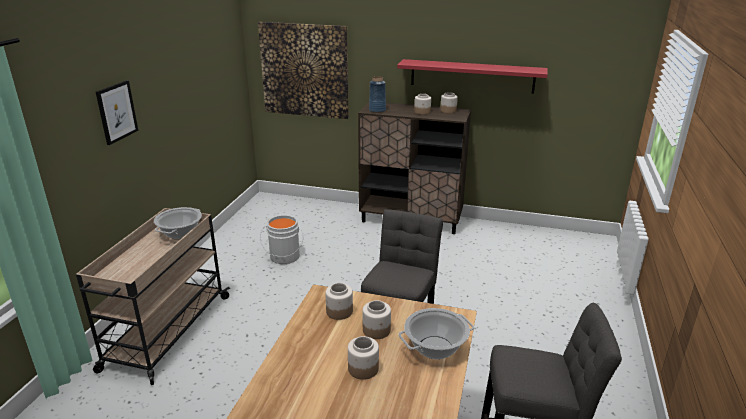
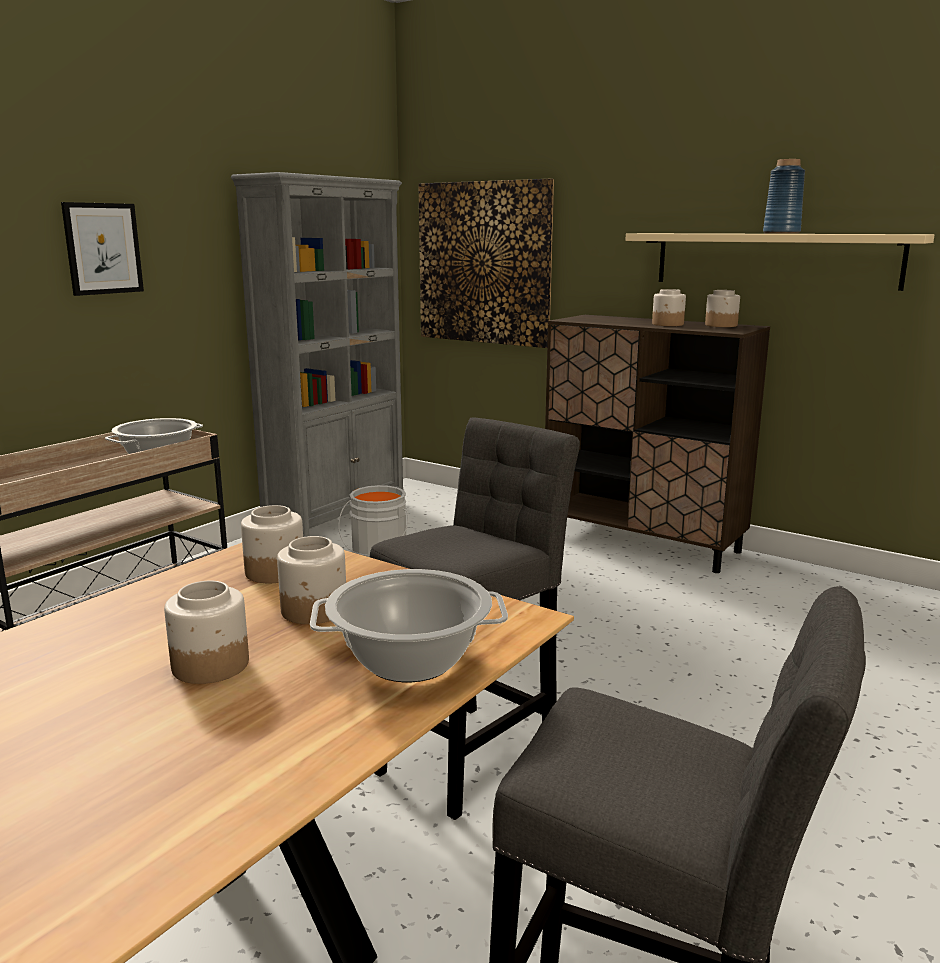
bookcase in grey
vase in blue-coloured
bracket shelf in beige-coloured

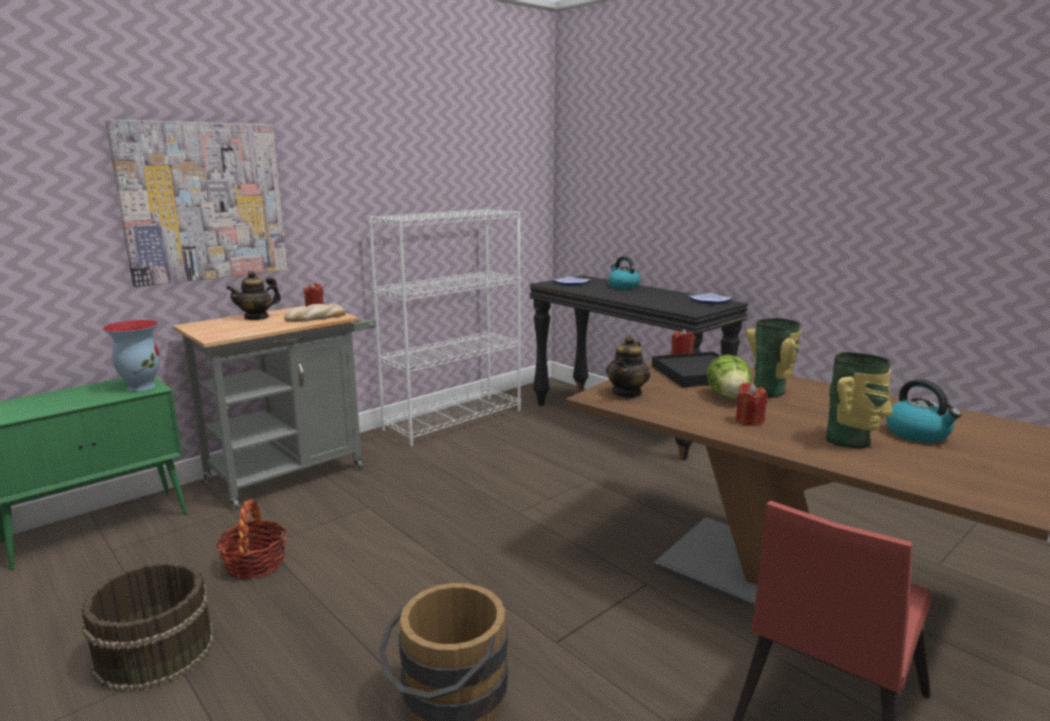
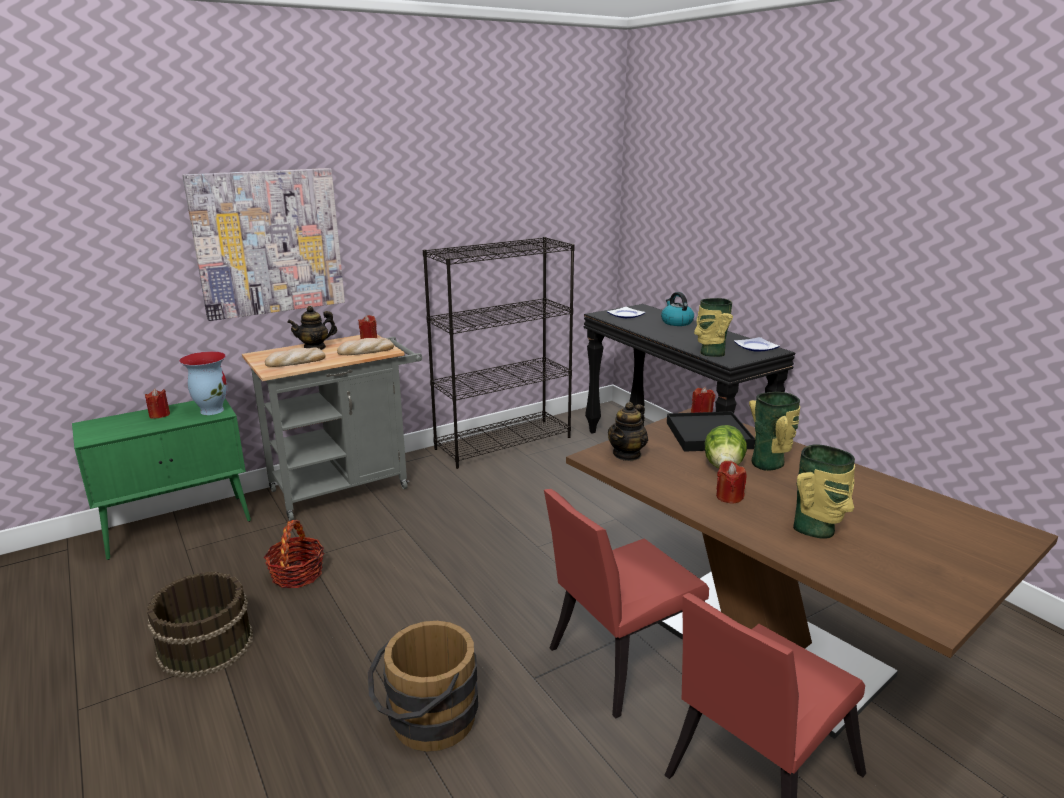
kettle (no. 2 from left in the first image)
wax candle in red (no. 1 from left)
baked bread (no. 1 from left)
chair in red (no. 1 from left)
vase (no. 2 from left)
bookcase in black

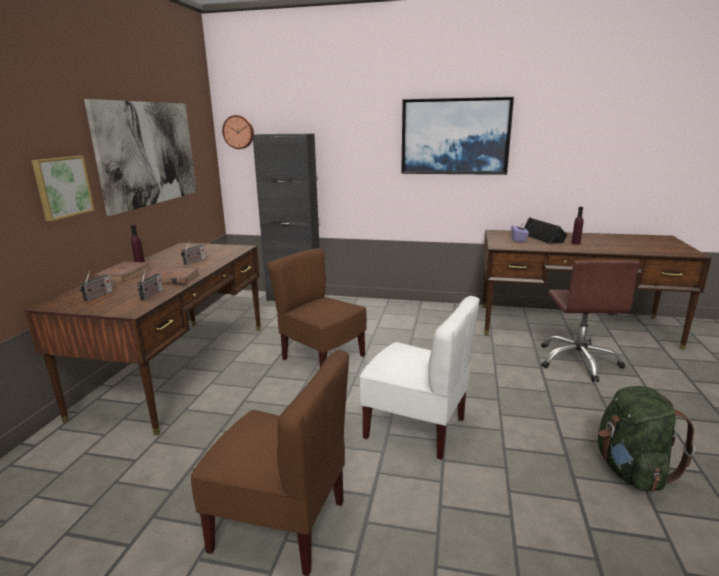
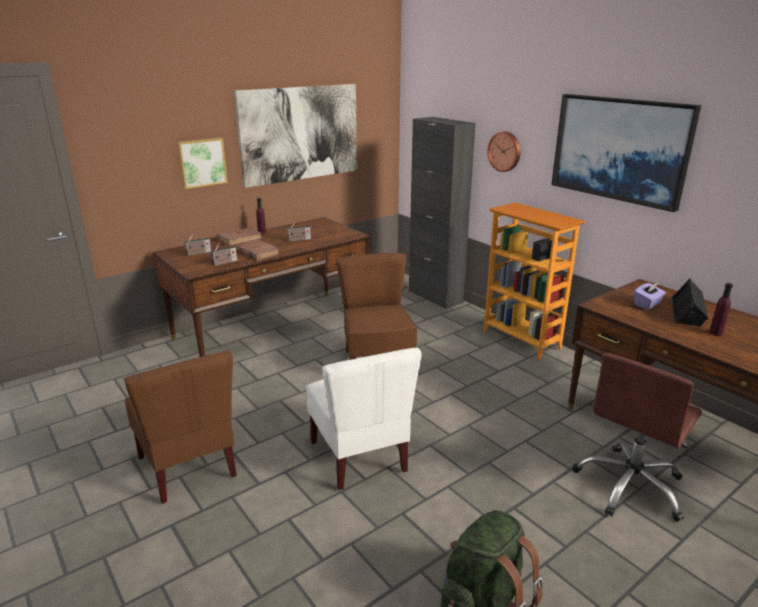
bookcase
wall clock

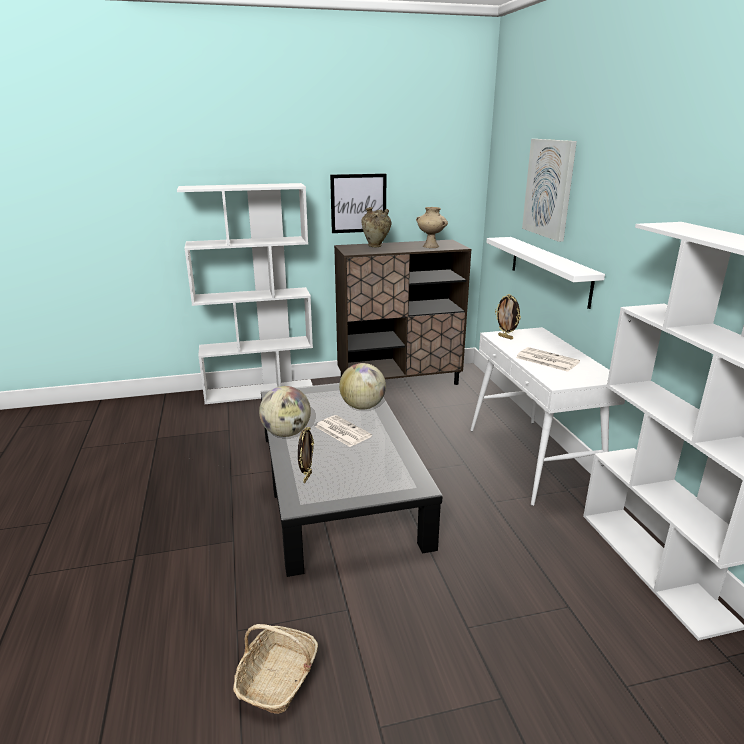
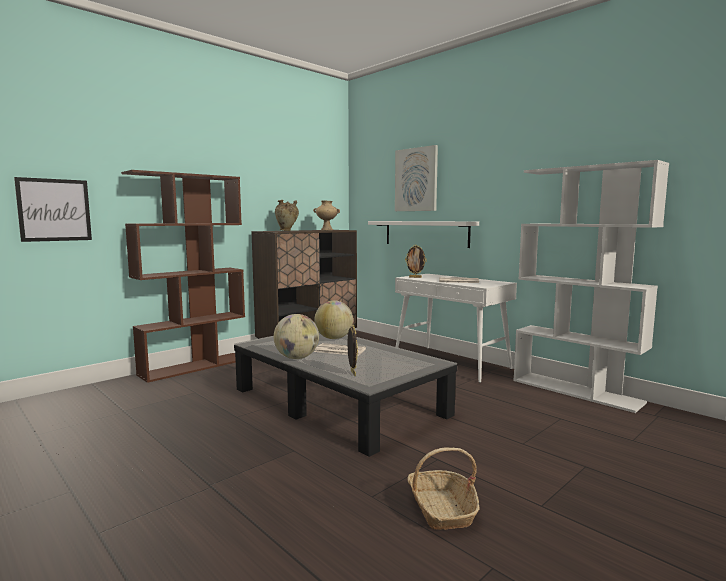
picture (no. 1 from left)
bookcase in brown

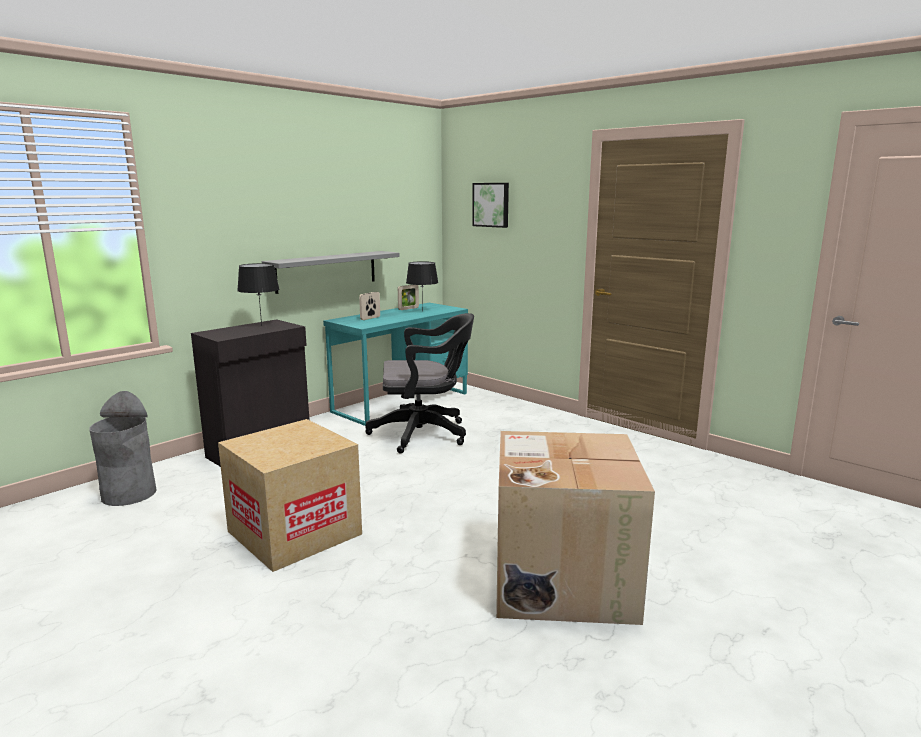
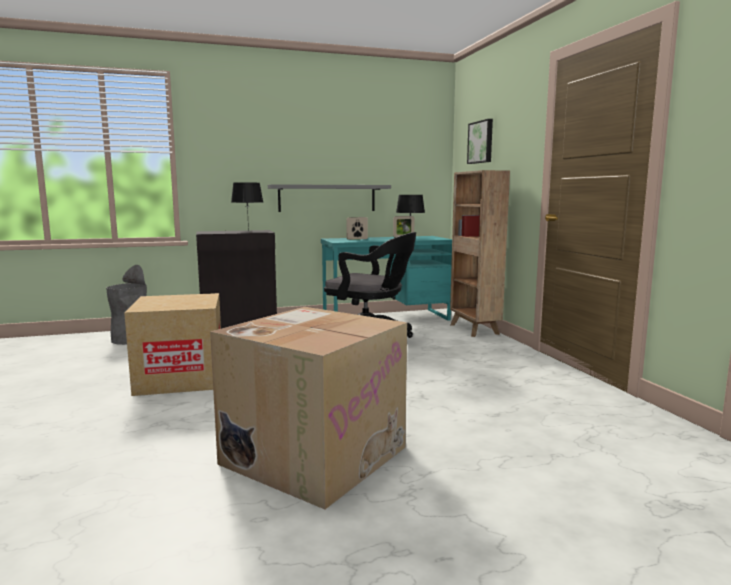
bookcase in brown

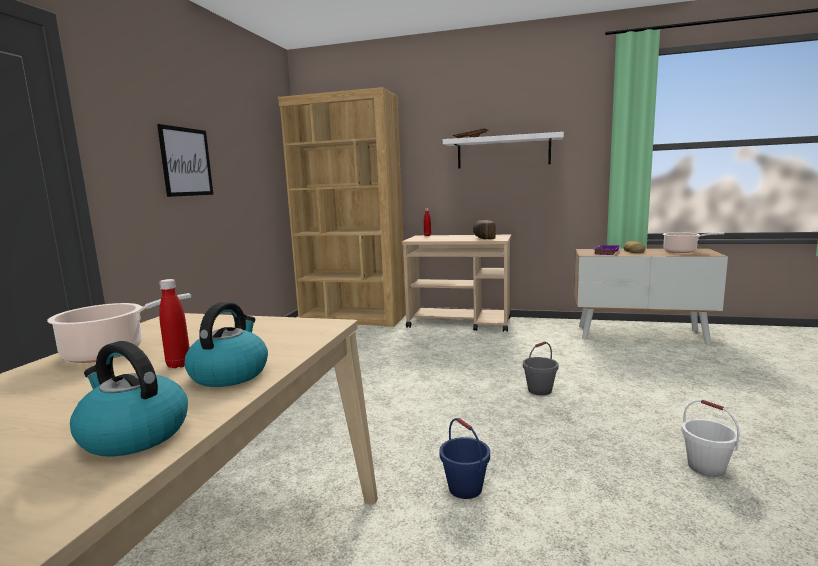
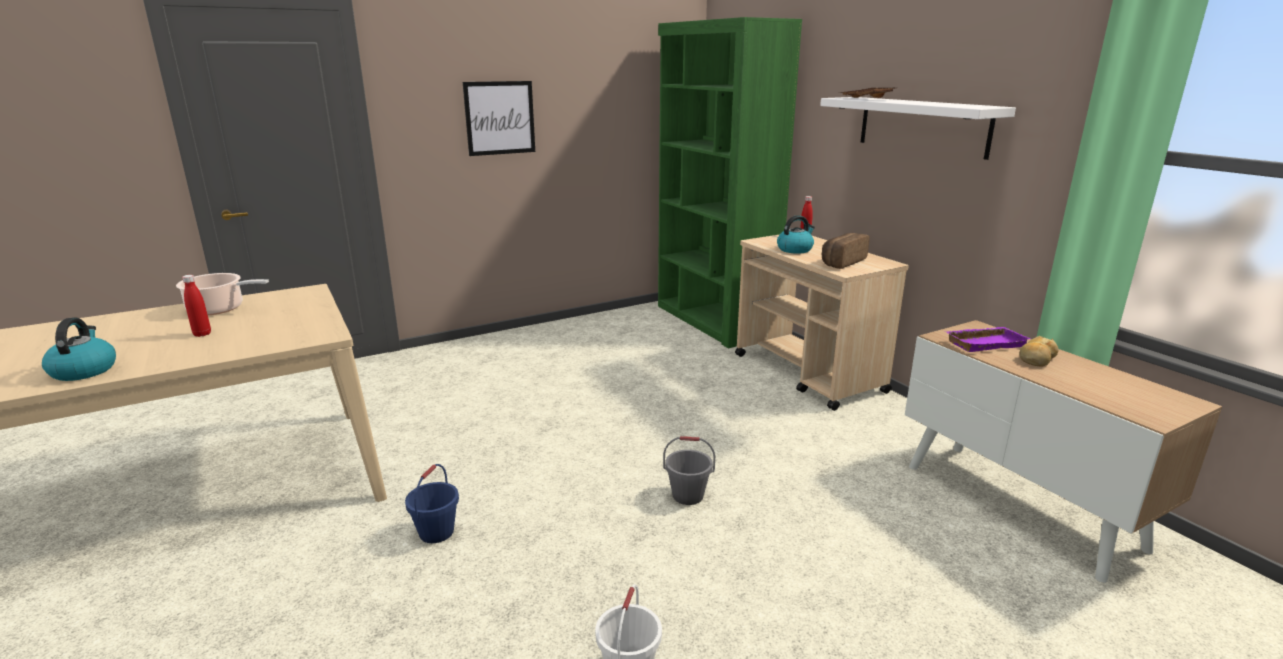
stockpot (no. 2 from left in the first image)
kettle (no. 2 from left)
bookcase in green

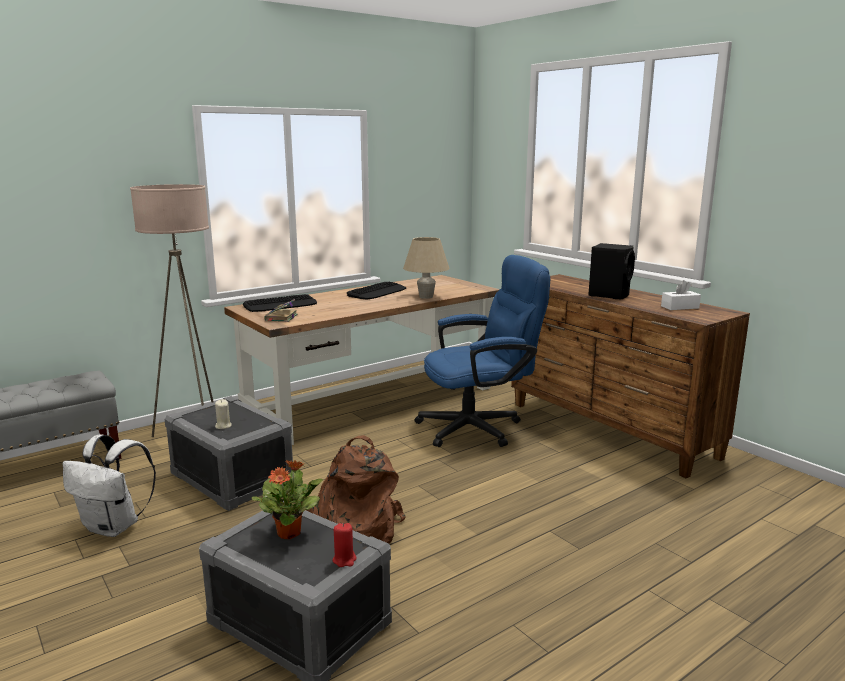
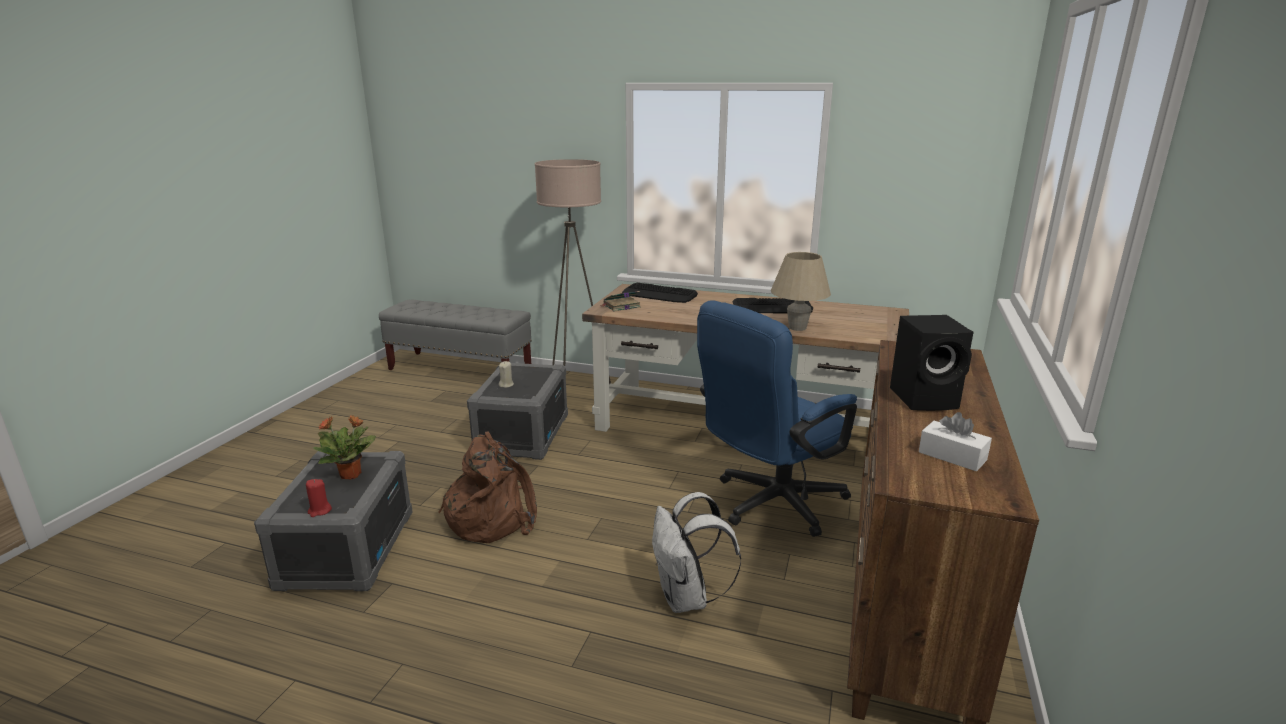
backpack in whitish
office chair in blue-coloured

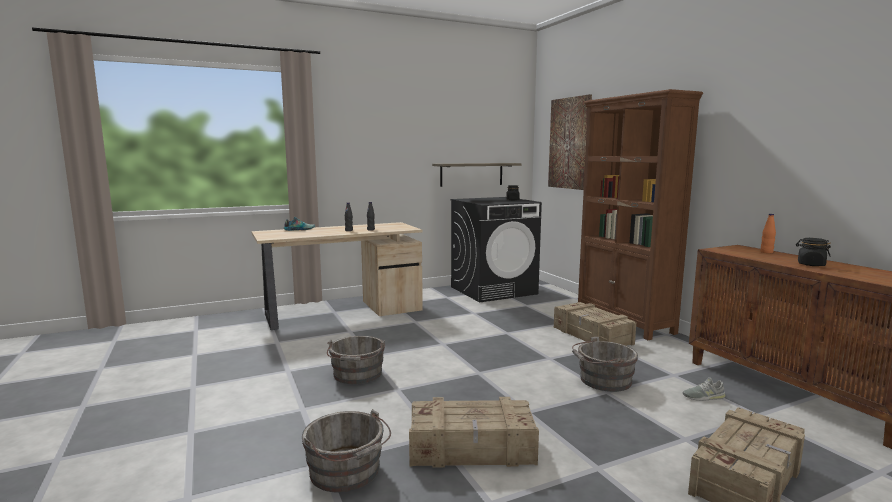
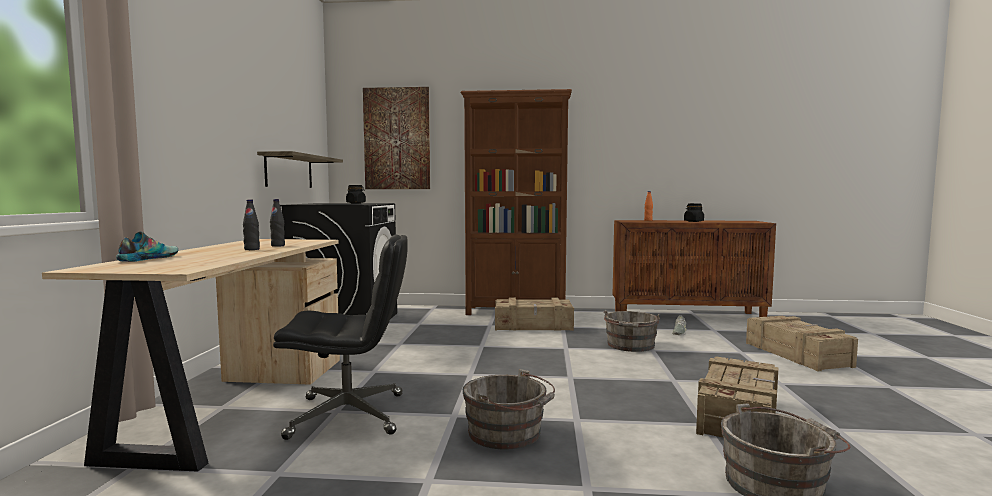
office chair in black

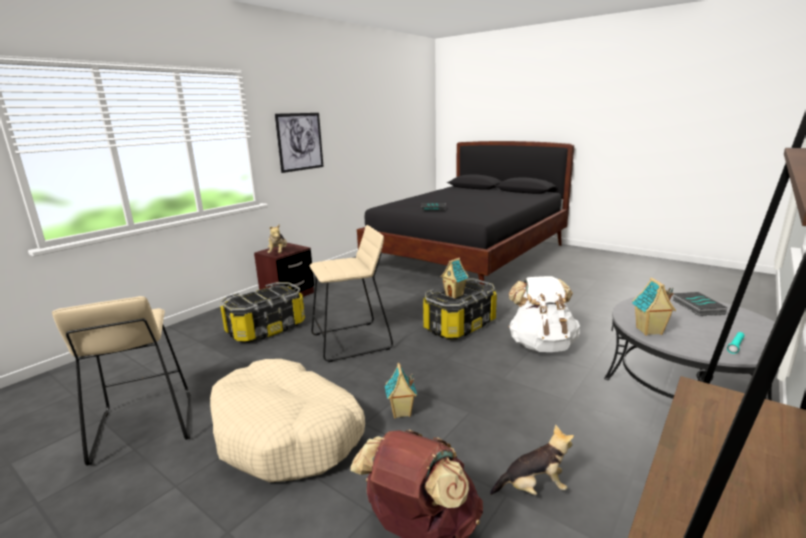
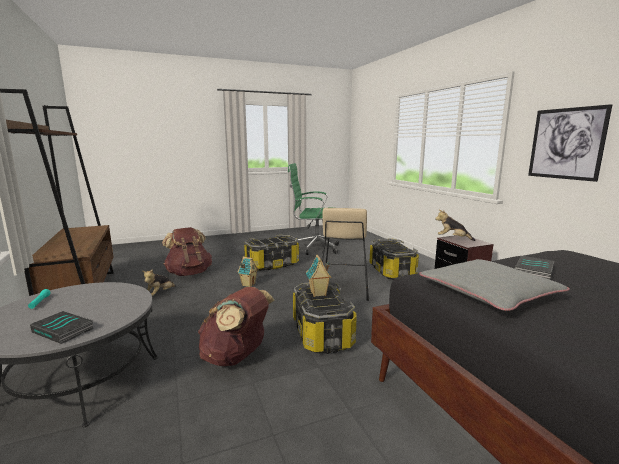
model house (no. 3 from left in the first image)
cushion in grey
office chair in green
storage container (no. 1 from left)
backpack in brown (no. 2 from left)

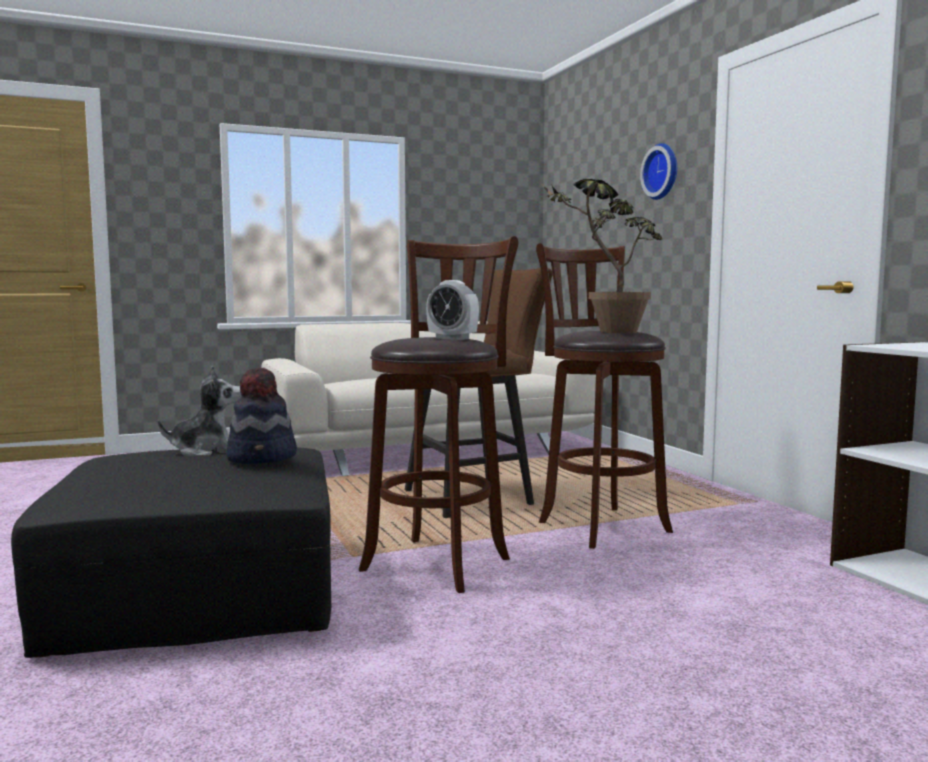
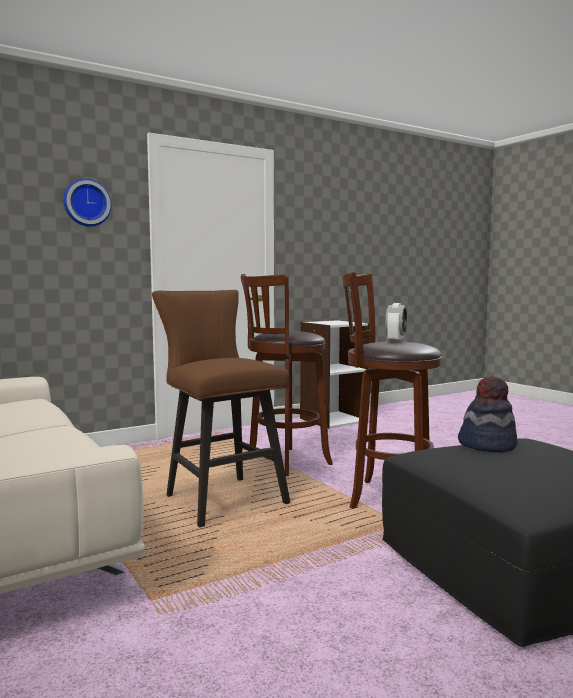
soft toy
plant in a pot

